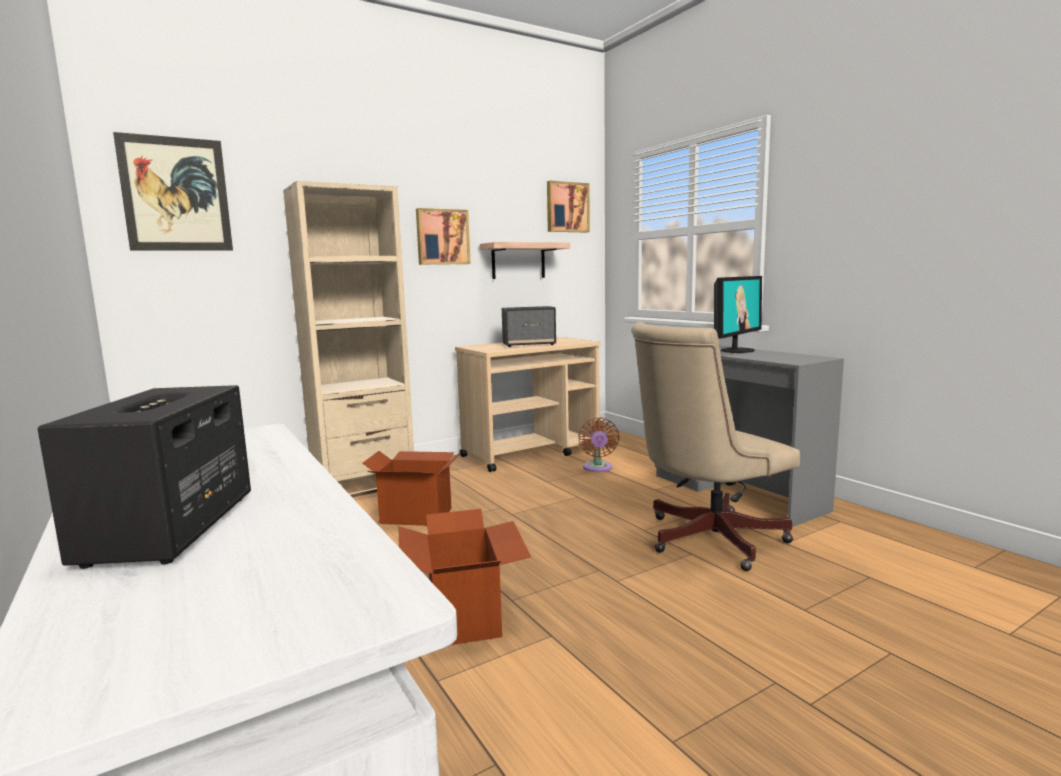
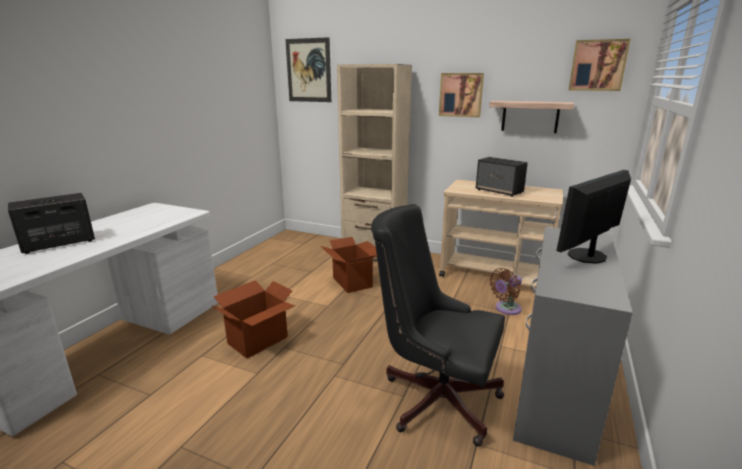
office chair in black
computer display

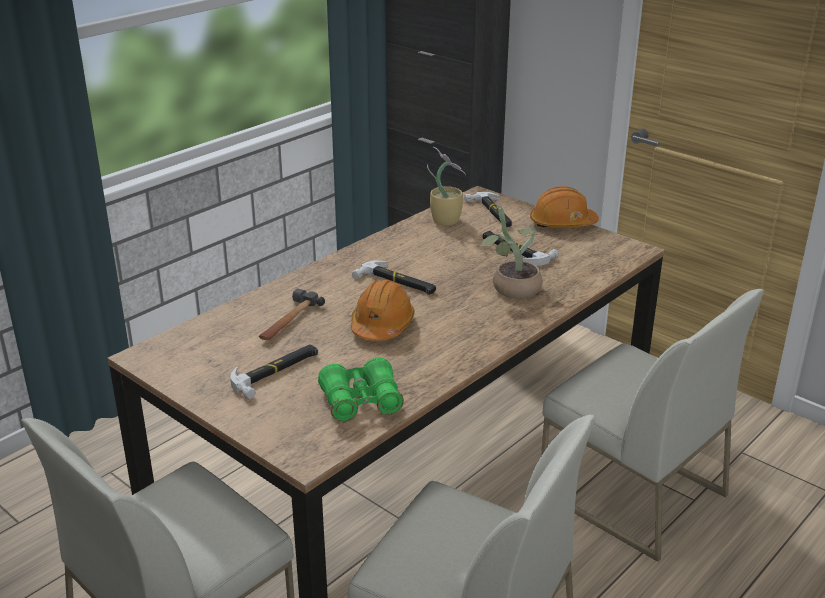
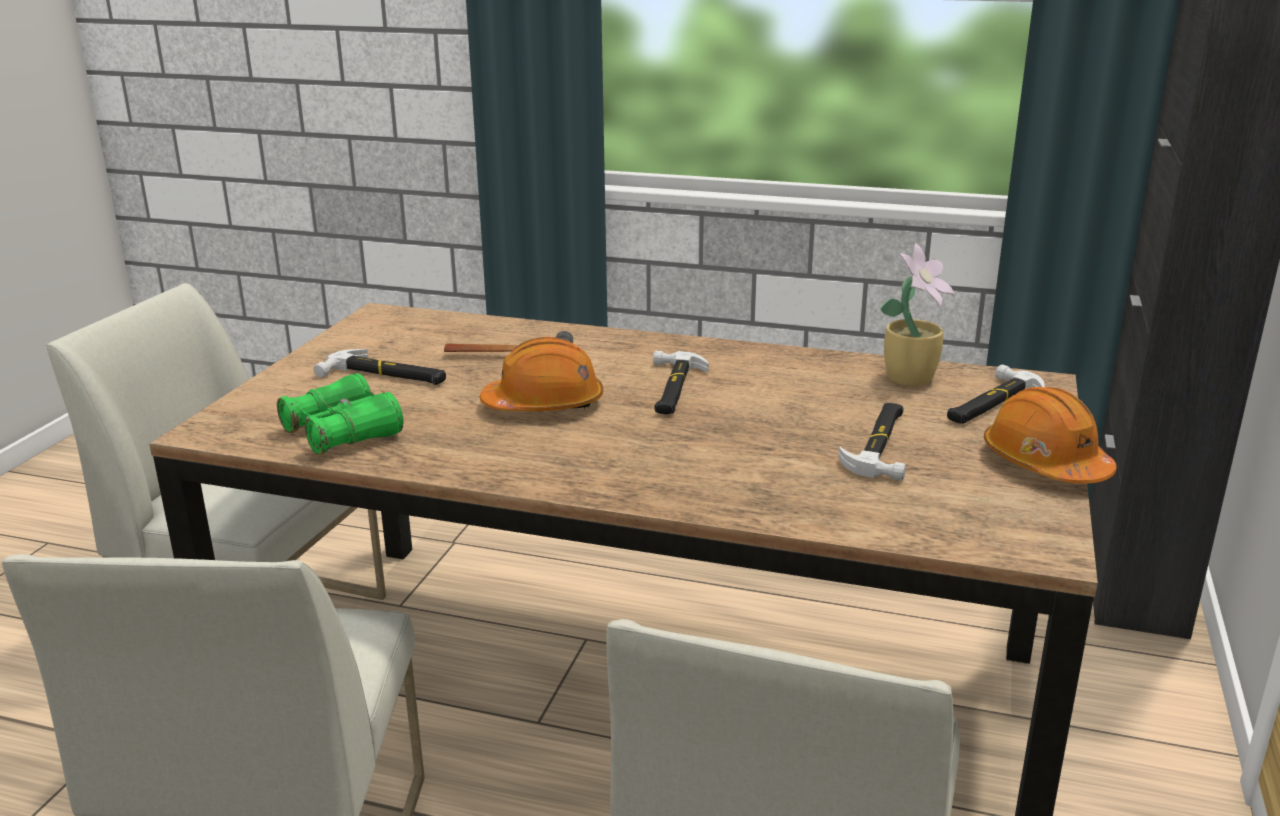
plant in a pot (no. 2 from left in the first image)

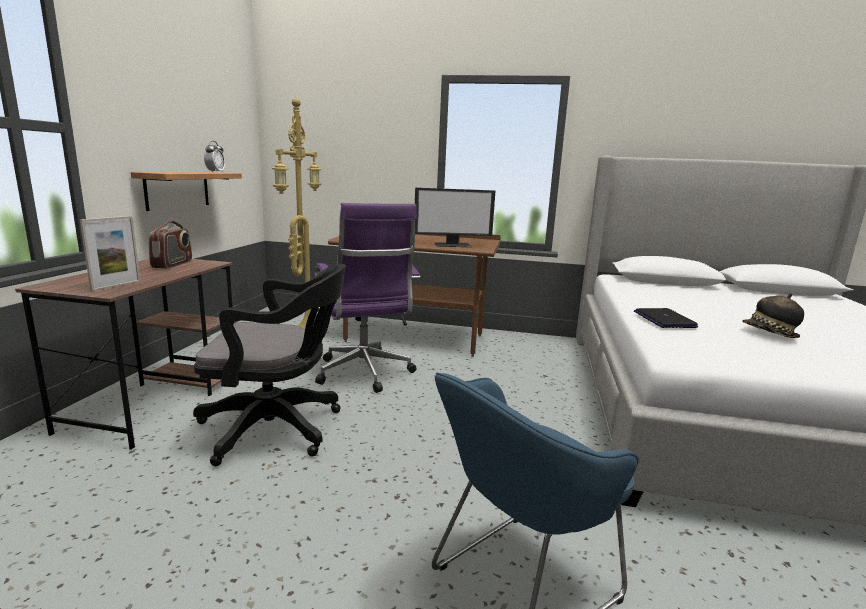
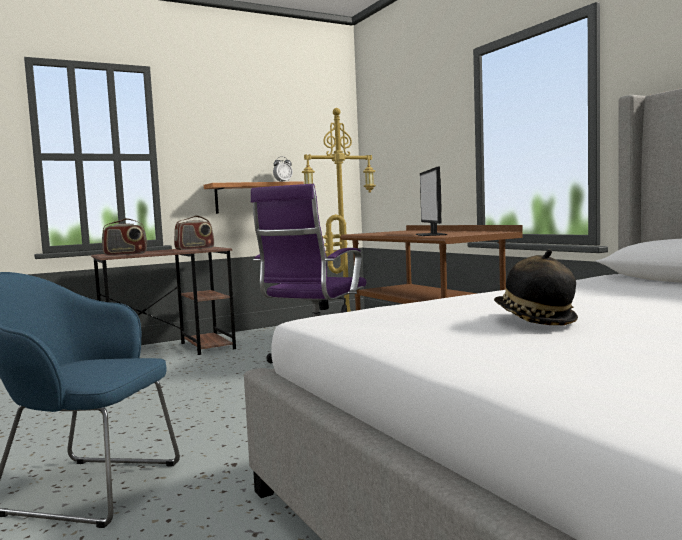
office chair in black
portable computer
radio receiver (no. 1 from left)
computer display

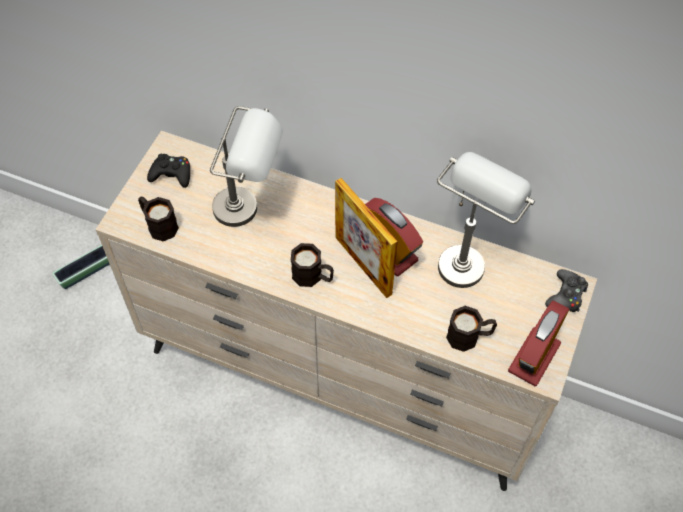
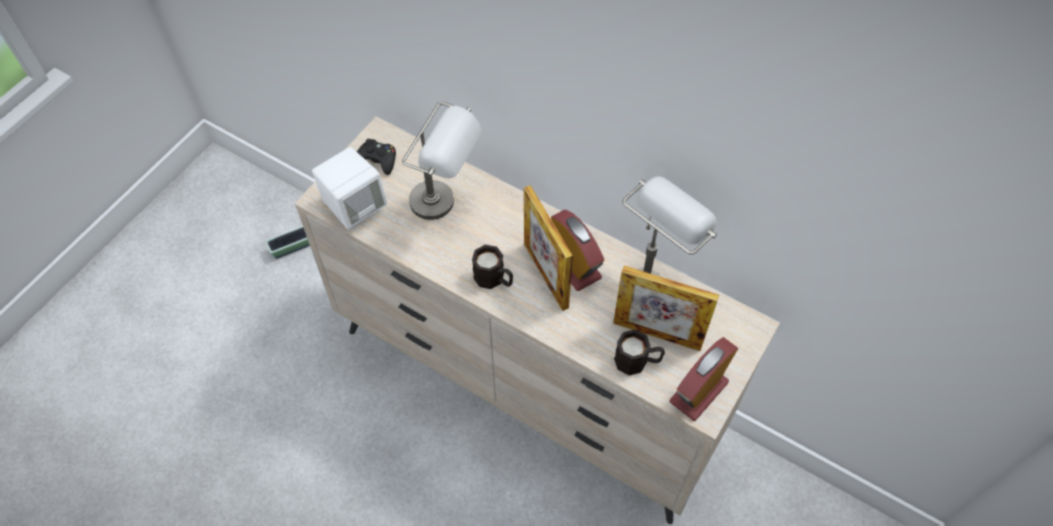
game controller in black (no. 2 from left in the first image)
photo frame (no. 2 from left)
speaker in whitish

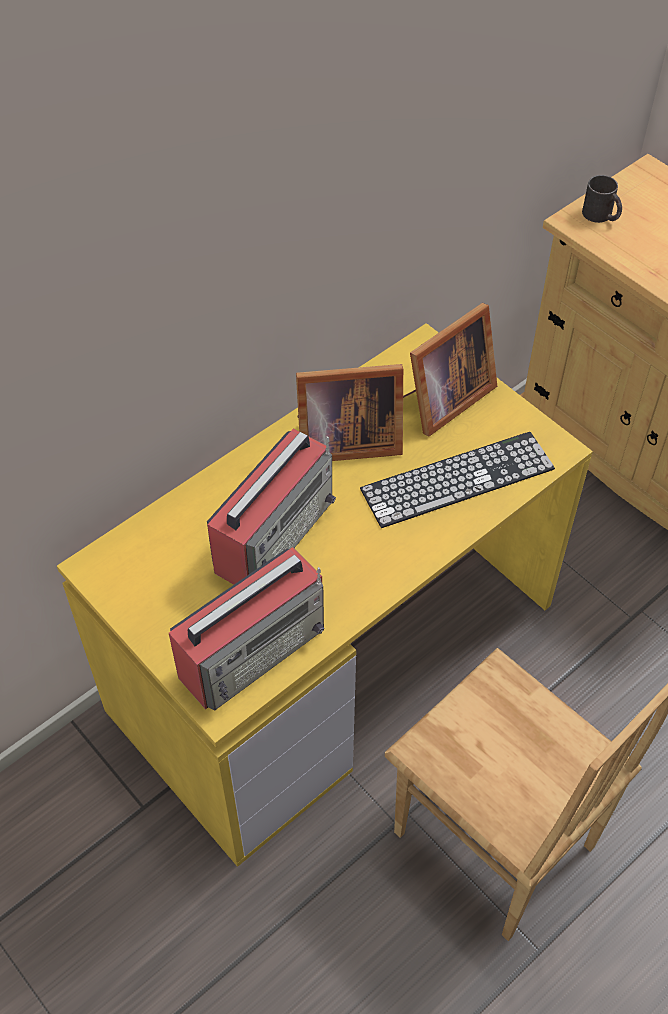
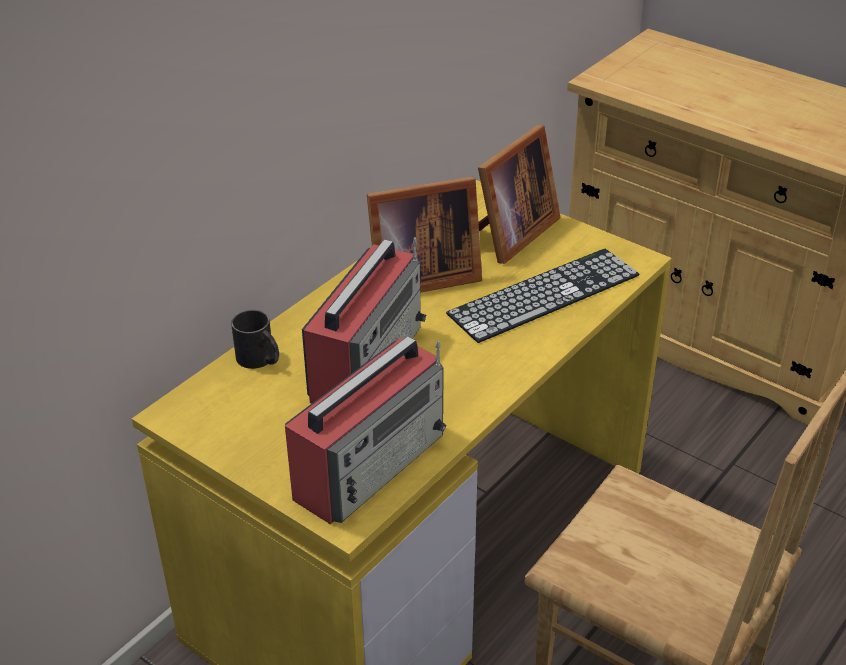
coffee mug in black

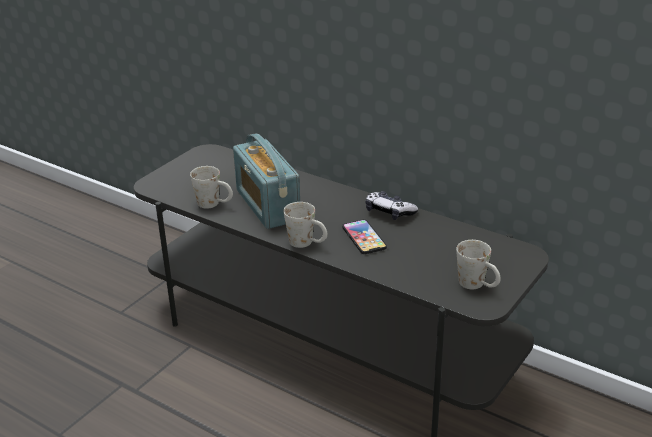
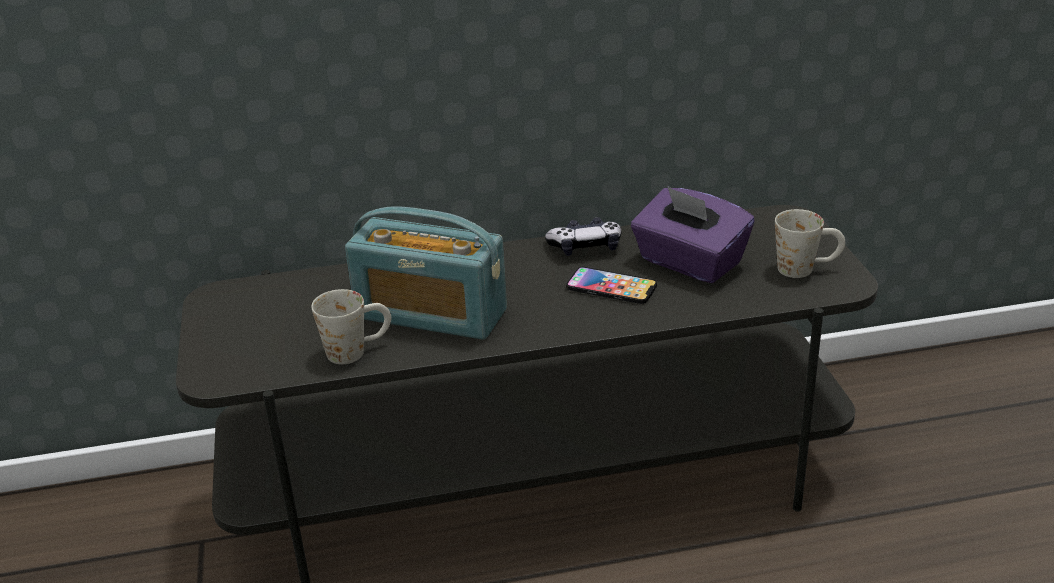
coffee mug in whitish (no. 2 from left in the first image)
tissue holder in purple-coloured

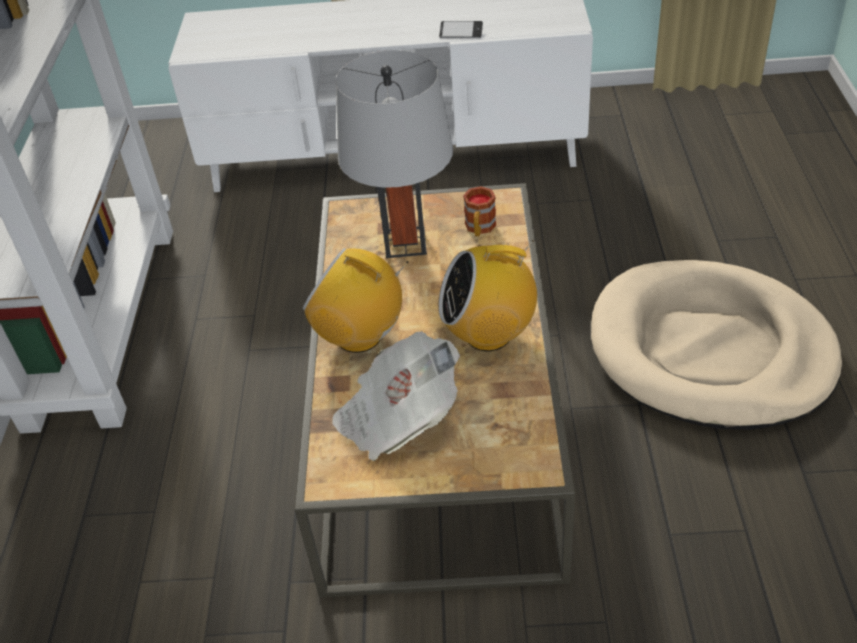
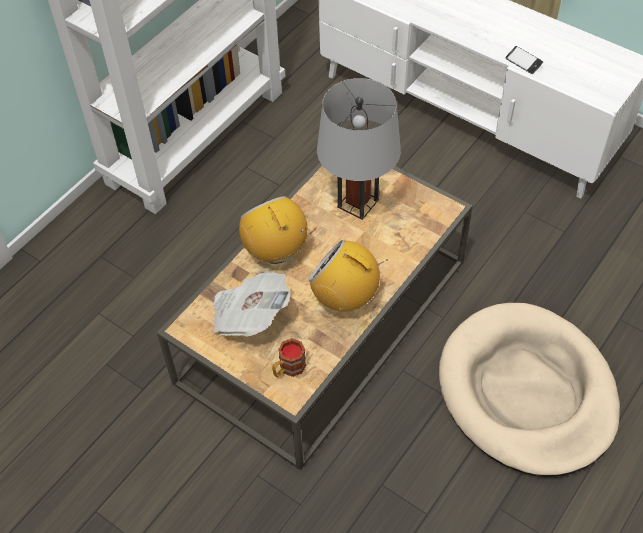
coffee mug

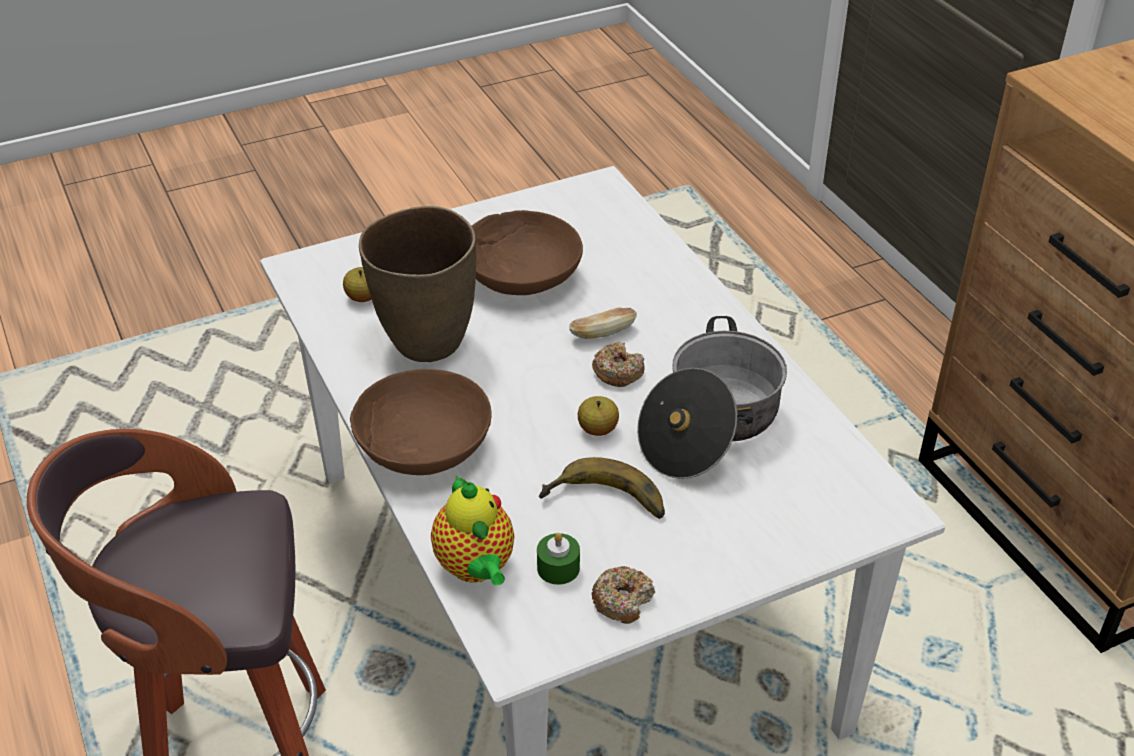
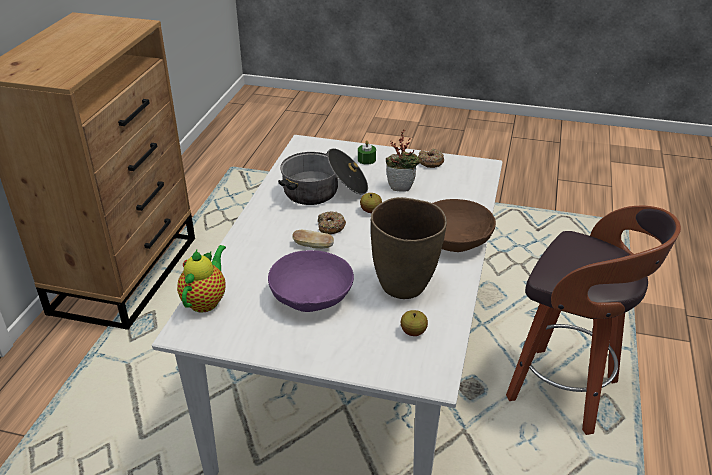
teapot
wax candle in green
plant in a pot
deep dish in purple-coloured

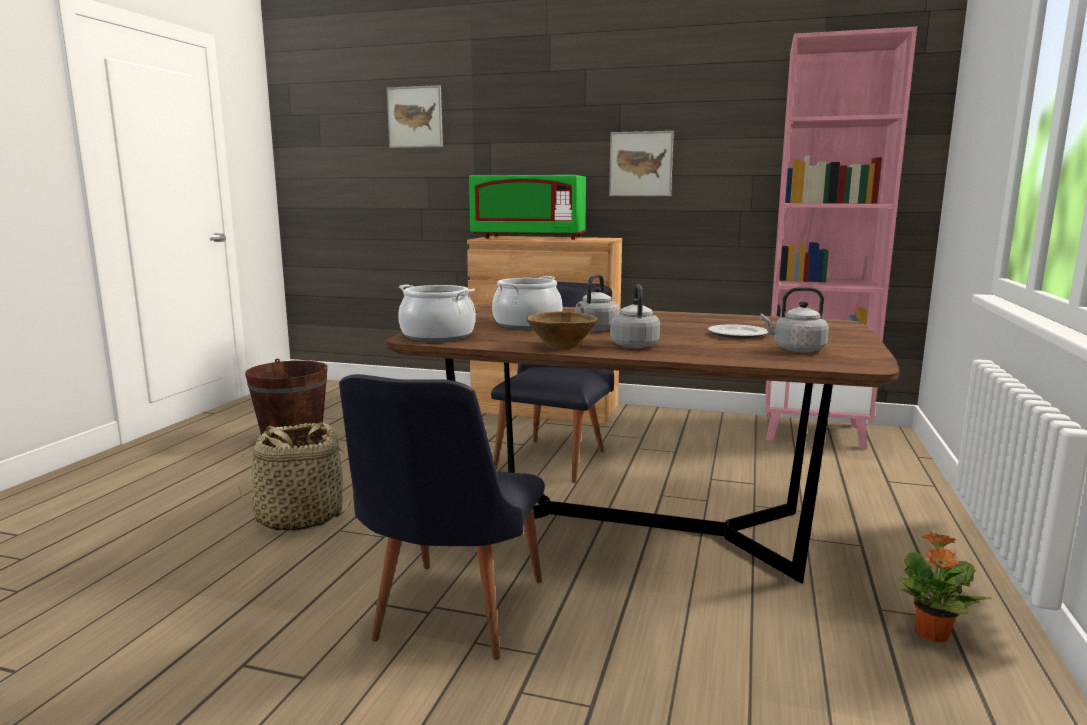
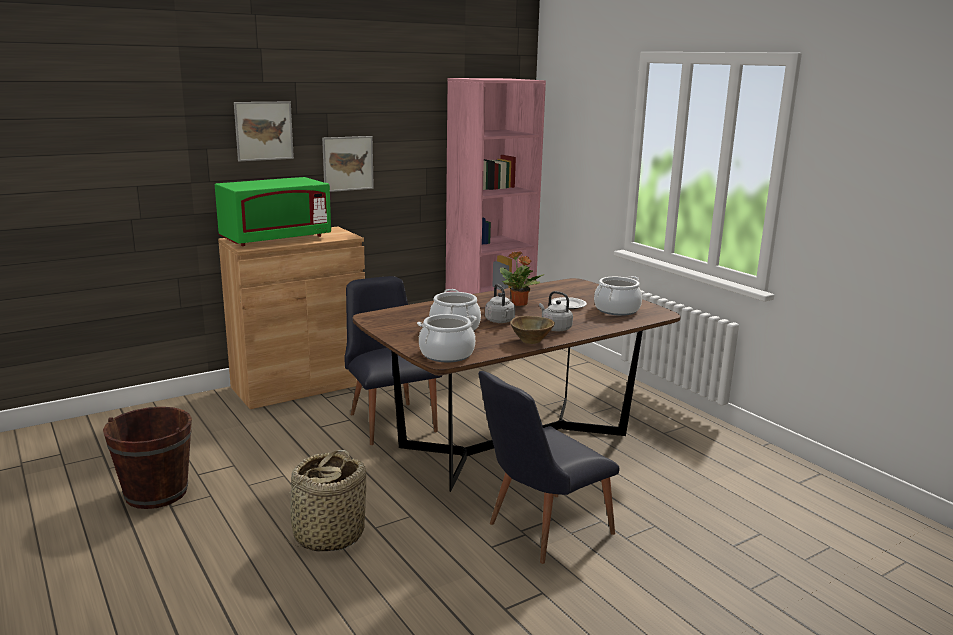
picture (no. 1 from left)
plant in a pot
stockpot (no. 3 from left)
chair in black (no. 2 from left)

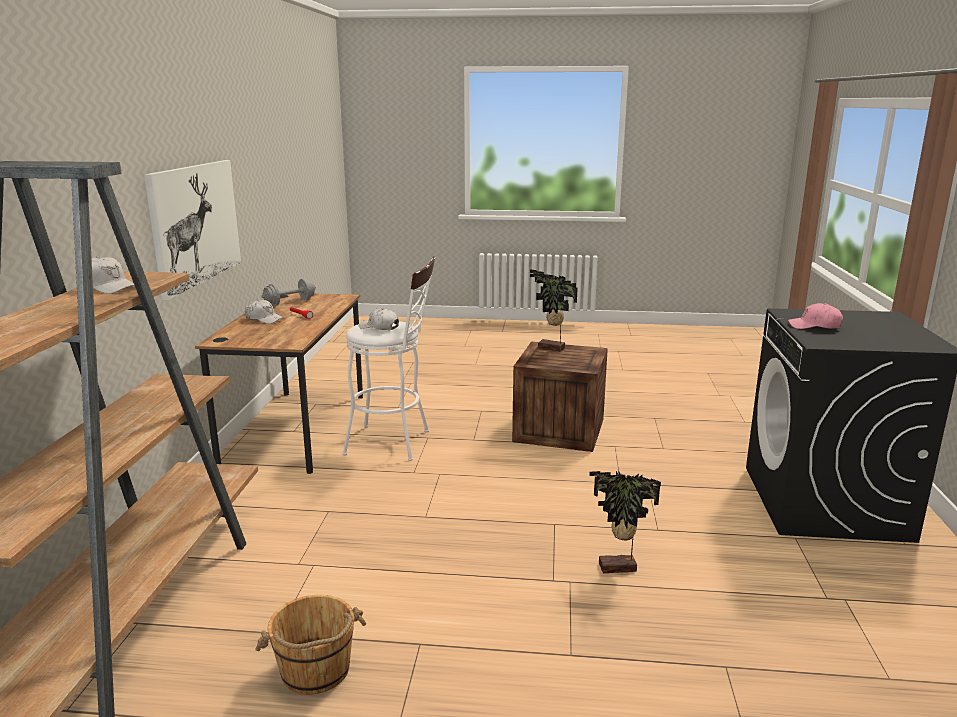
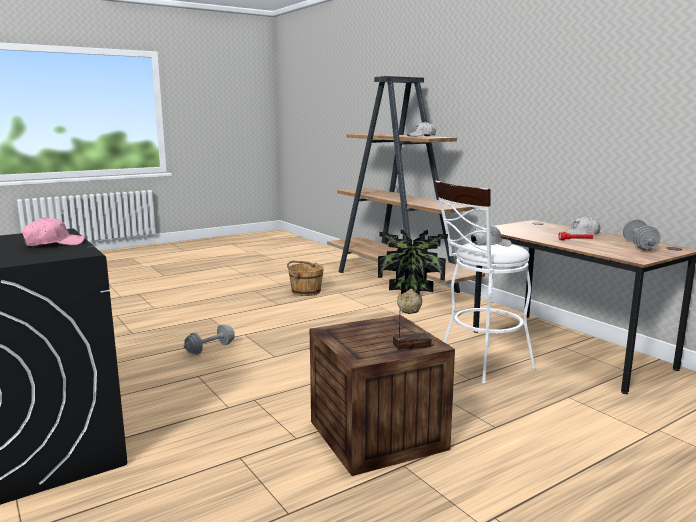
picture
dumbbell in grey (no. 1 from left)

